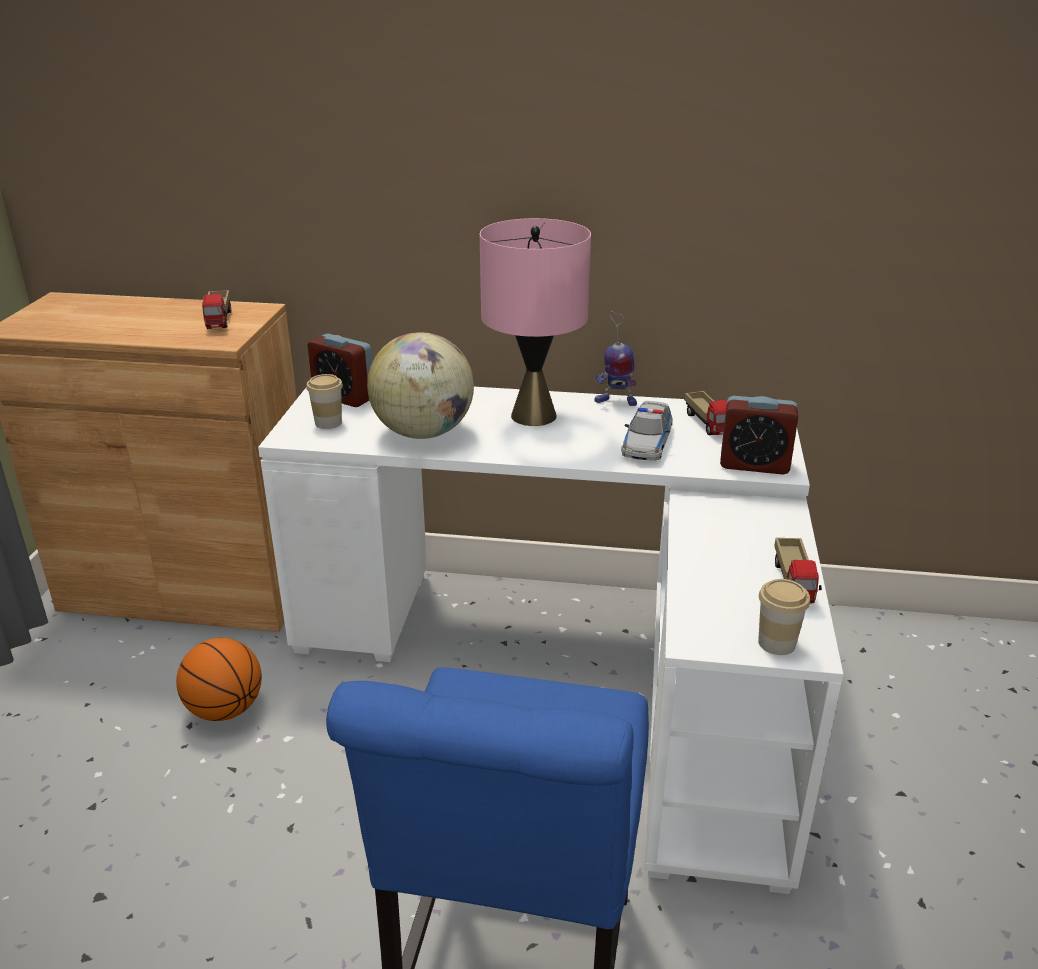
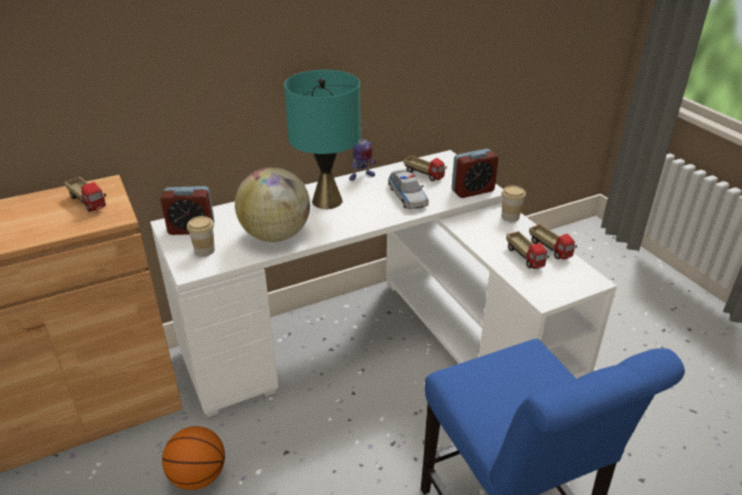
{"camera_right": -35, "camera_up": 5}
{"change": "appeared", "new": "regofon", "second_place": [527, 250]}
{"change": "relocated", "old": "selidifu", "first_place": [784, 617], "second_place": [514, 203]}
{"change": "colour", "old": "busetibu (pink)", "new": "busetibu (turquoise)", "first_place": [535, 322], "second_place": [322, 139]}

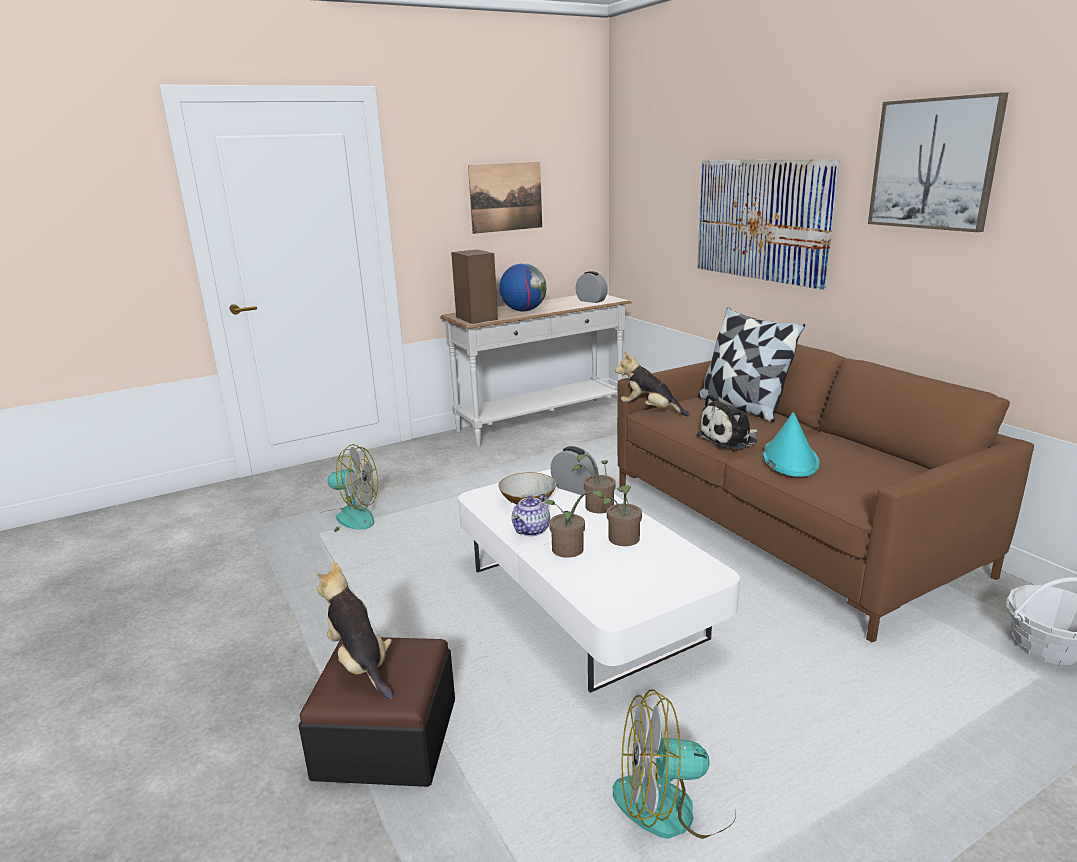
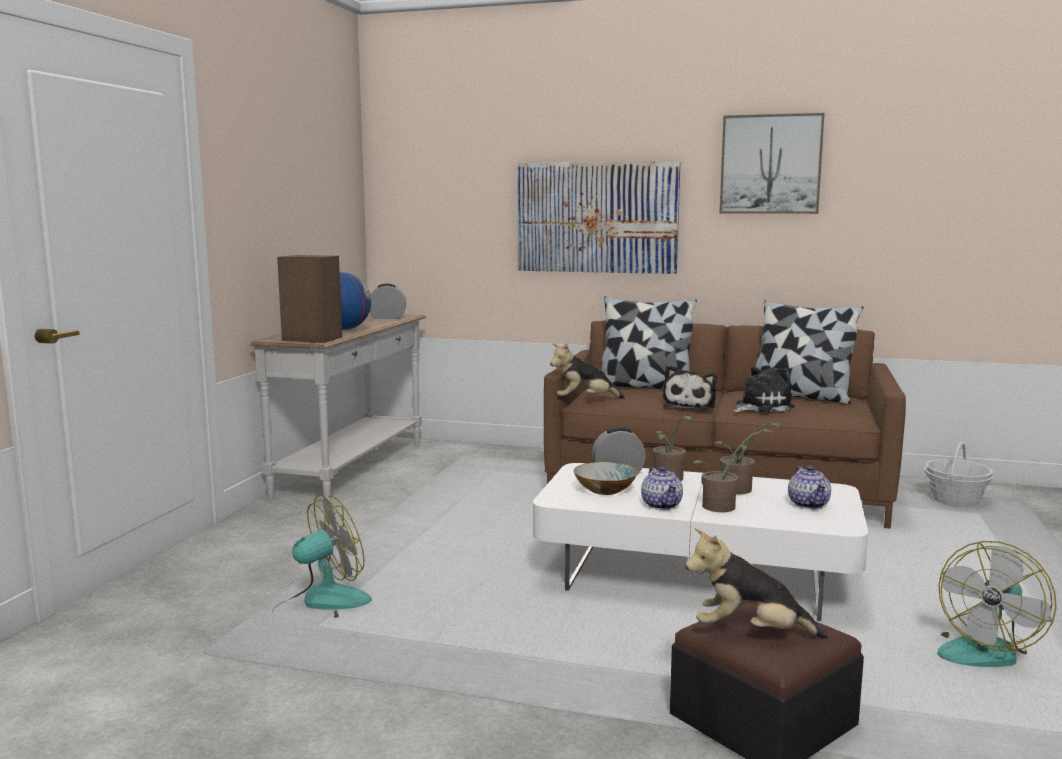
{"camera_right": -45, "camera_up": -10}
{"change": "missing", "old": "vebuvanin", "first_place": [505, 198]}
{"change": "appeared", "new": "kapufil", "second_place": [810, 352]}
{"change": "appeared", "new": "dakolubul", "second_place": [809, 487]}
{"change": "exchanged", "old": "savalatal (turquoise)", "new": "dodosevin", "first_place": [791, 444], "second_place": [764, 389]}

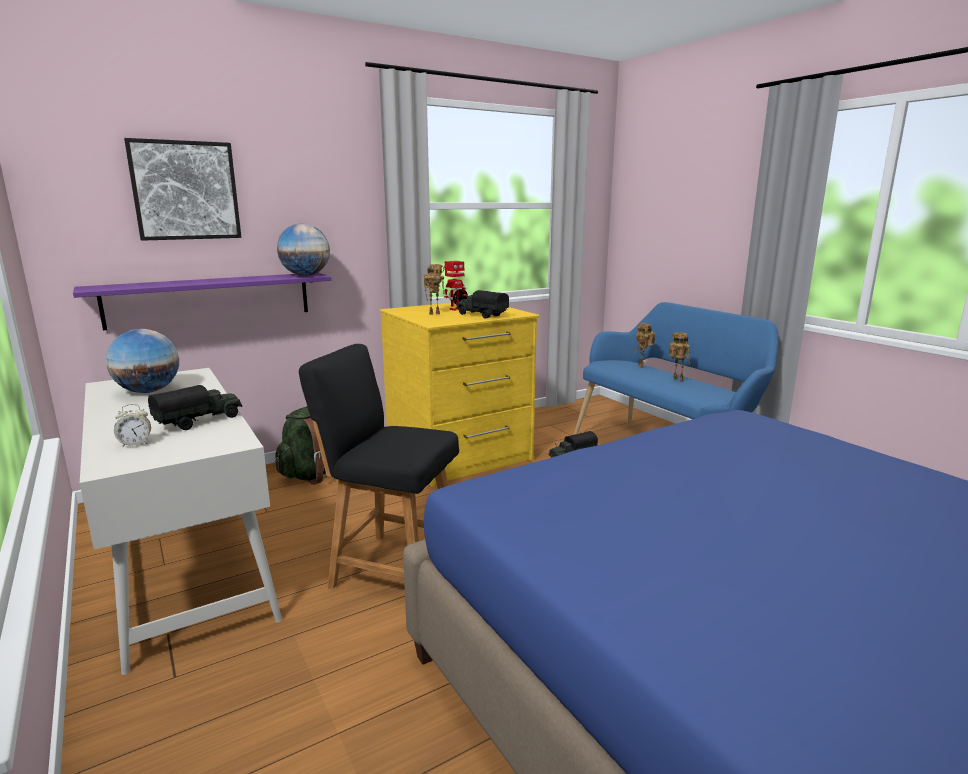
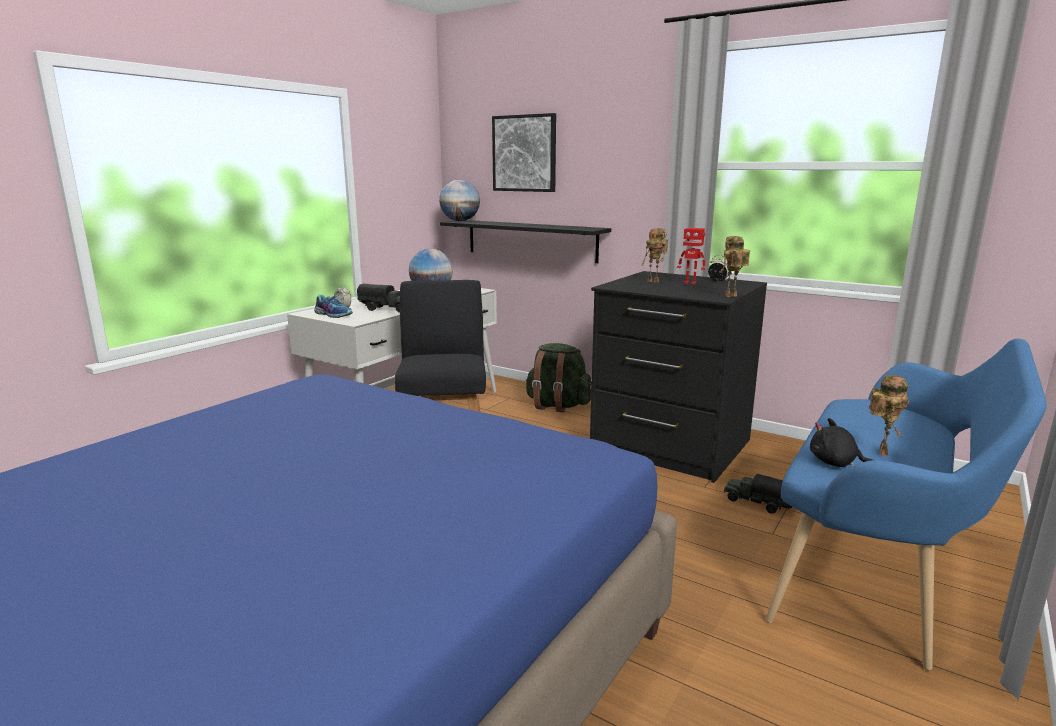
{"camera_right": 65, "camera_up": 0}
{"change": "missing", "old": "regofon", "first_place": [483, 304]}
{"change": "appeared", "new": "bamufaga", "second_place": [333, 305]}
{"change": "appeared", "new": "dodosevin (black)", "second_place": [841, 442]}
{"change": "relocated", "old": "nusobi", "first_place": [303, 249], "second_place": [459, 200]}
{"change": "relocated", "old": "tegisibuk", "first_place": [645, 345], "second_place": [735, 266]}
{"change": "colour", "old": "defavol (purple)", "new": "defavol (black)", "first_place": [202, 301], "second_place": [525, 241]}
{"change": "colour", "old": "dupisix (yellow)", "new": "dupisix (black)", "first_place": [459, 395], "second_place": [678, 377]}

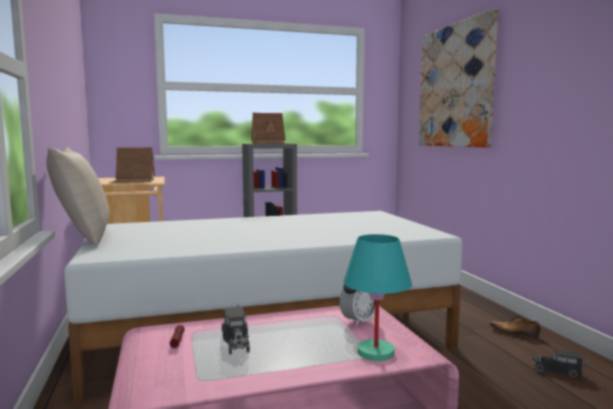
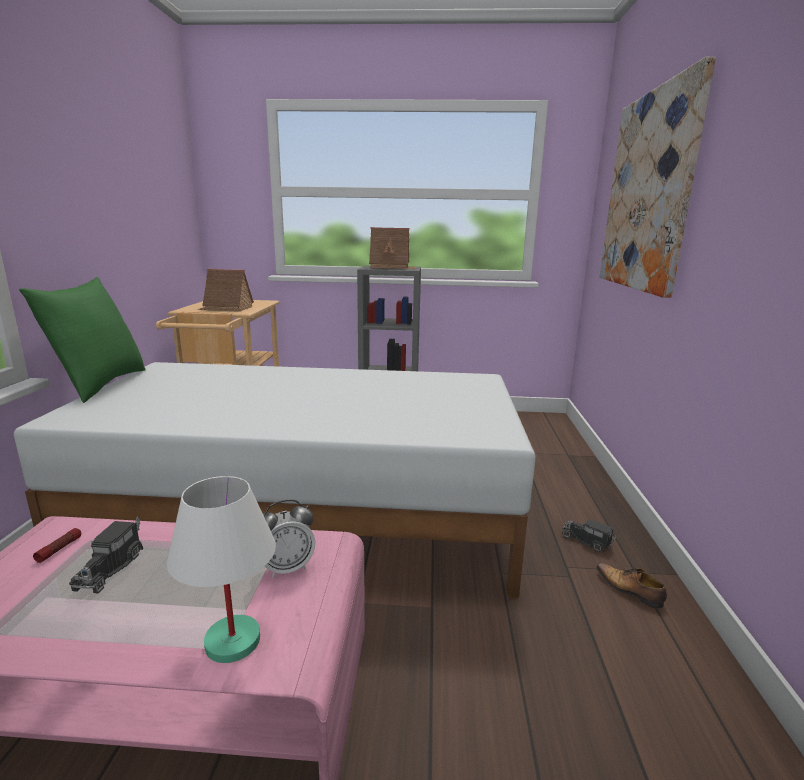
{"camera_right": 20, "camera_up": 10}
{"change": "relocated", "old": "regofon", "first_place": [561, 364], "second_place": [589, 536]}
{"change": "colour", "old": "kapufil (beige)", "new": "kapufil (green)", "first_place": [78, 197], "second_place": [82, 340]}
{"change": "colour", "old": "busetibu (turquoise)", "new": "busetibu (white)", "first_place": [377, 297], "second_place": [221, 569]}

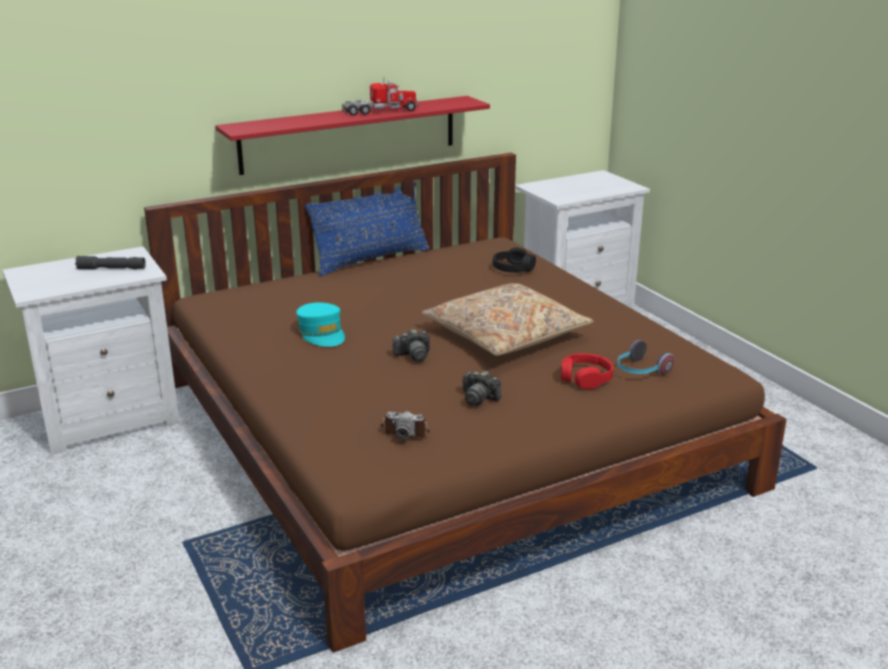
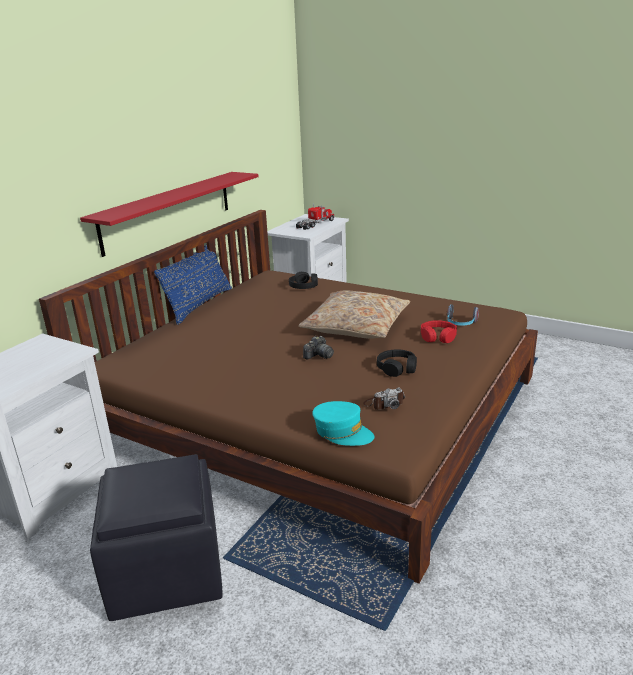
{"camera_right": -30, "camera_up": 0}
{"change": "missing", "old": "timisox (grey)", "first_place": [110, 262]}
{"change": "appeared", "new": "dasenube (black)", "second_place": [156, 537]}
{"change": "relocated", "old": "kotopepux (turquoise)", "first_place": [320, 325], "second_place": [343, 423]}
{"change": "relocated", "old": "regofon", "first_place": [380, 97], "second_place": [315, 217]}
{"change": "exchanged", "old": "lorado", "new": "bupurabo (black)", "first_place": [481, 388], "second_place": [397, 363]}

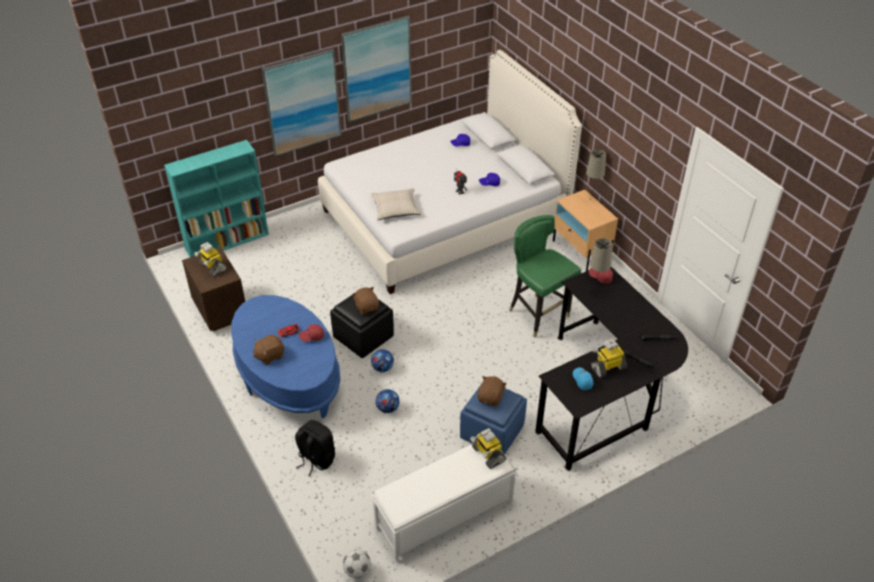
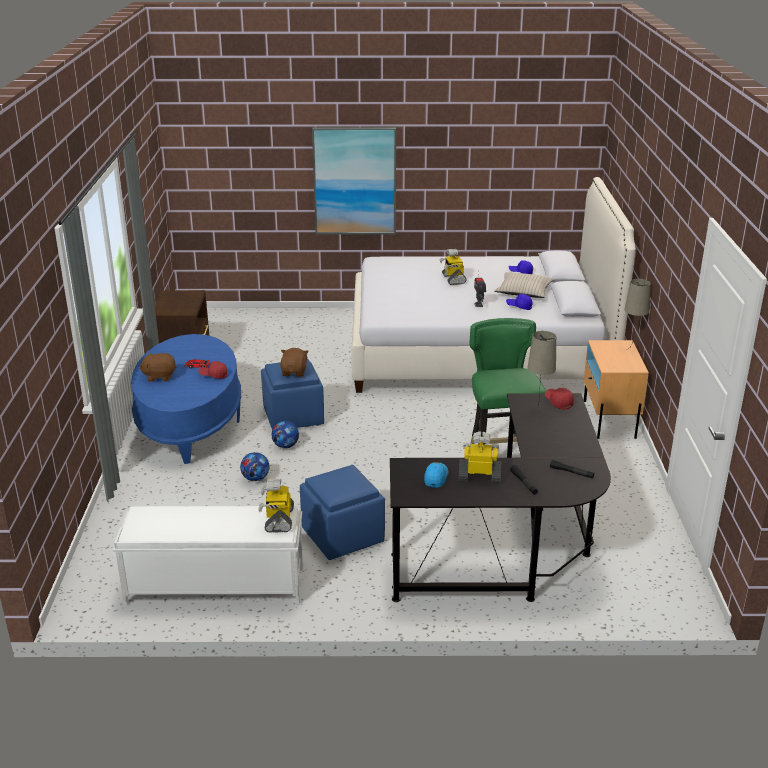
{"camera_right": 30, "camera_up": -15}
{"change": "missing", "old": "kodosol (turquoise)", "first_place": [216, 198]}
{"change": "missing", "old": "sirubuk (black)", "first_place": [315, 448]}
{"change": "missing", "old": "vebuvanin", "first_place": [376, 69]}
{"change": "missing", "old": "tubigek", "first_place": [357, 563]}
{"change": "missing", "old": "dodosevin (brown)", "first_place": [492, 391]}
{"change": "relocated", "old": "tegisibuk", "first_place": [210, 259], "second_place": [453, 267]}
{"change": "relocated", "old": "kapufil (beige)", "first_place": [396, 204], "second_place": [524, 285]}
{"change": "colour", "old": "dasenube (black)", "new": "dasenube (blue)", "first_place": [362, 326], "second_place": [292, 394]}

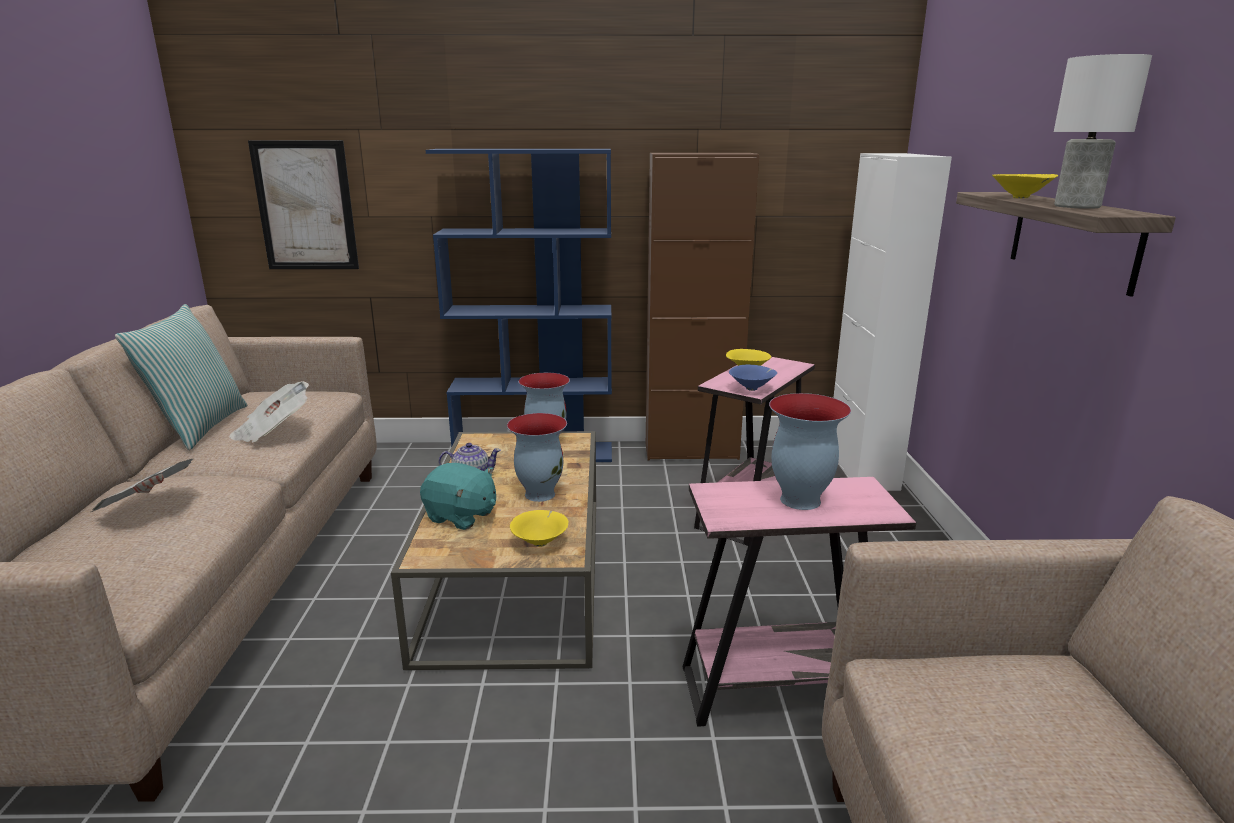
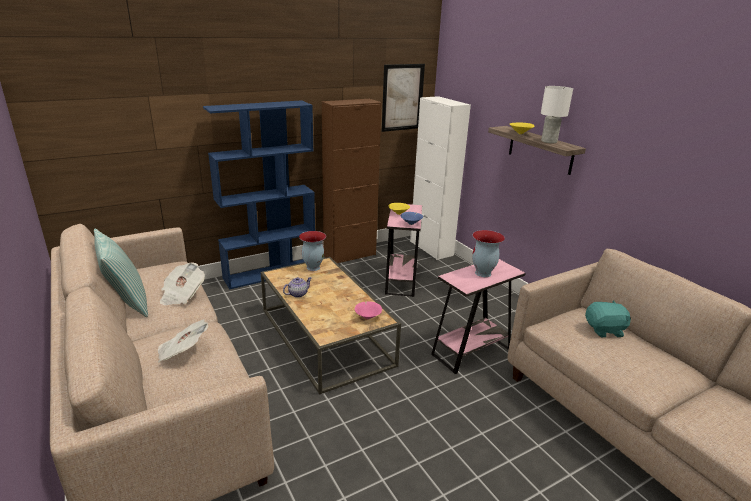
{"camera_right": -30, "camera_up": 5}
{"change": "missing", "old": "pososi", "first_place": [537, 457]}
{"change": "relocated", "old": "vebuvanin", "first_place": [303, 204], "second_place": [403, 98]}
{"change": "relocated", "old": "dodosevin (turquoise)", "first_place": [458, 496], "second_place": [608, 318]}
{"change": "colour", "old": "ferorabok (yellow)", "new": "ferorabok (pink)", "first_place": [539, 528], "second_place": [368, 310]}

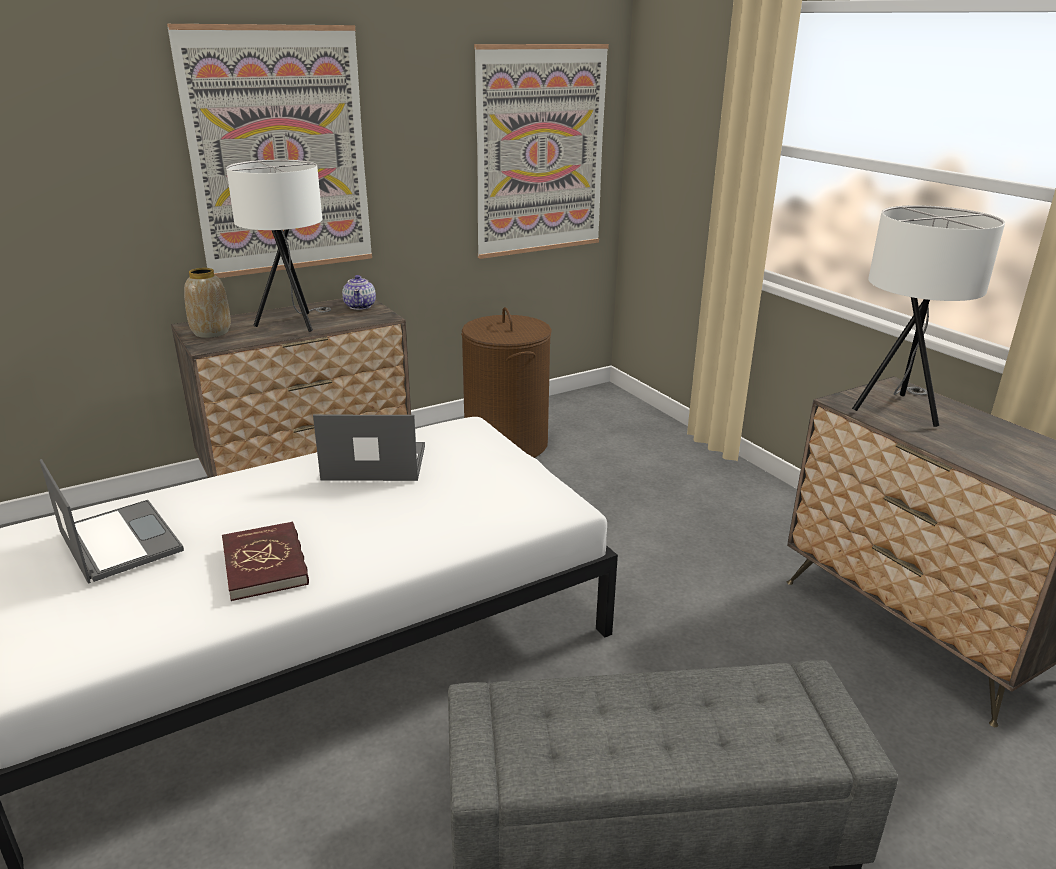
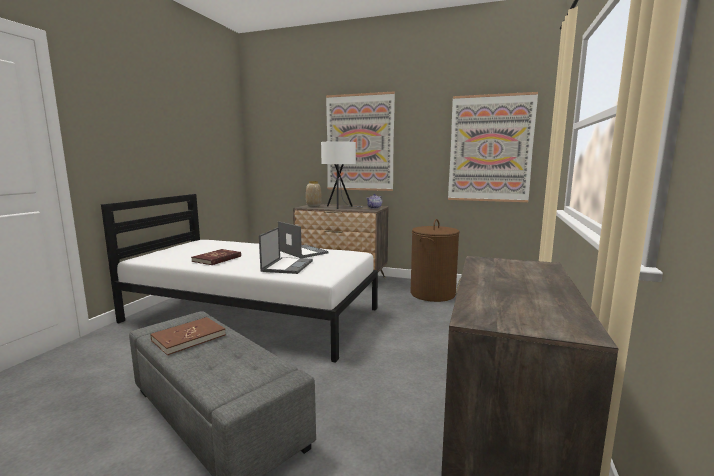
{"camera_right": 50, "camera_up": -15}
{"change": "missing", "old": "busetibu (white)", "first_place": [928, 316]}
{"change": "appeared", "new": "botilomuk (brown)", "second_place": [188, 336]}
{"change": "relocated", "old": "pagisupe", "first_place": [112, 521], "second_place": [286, 250]}

